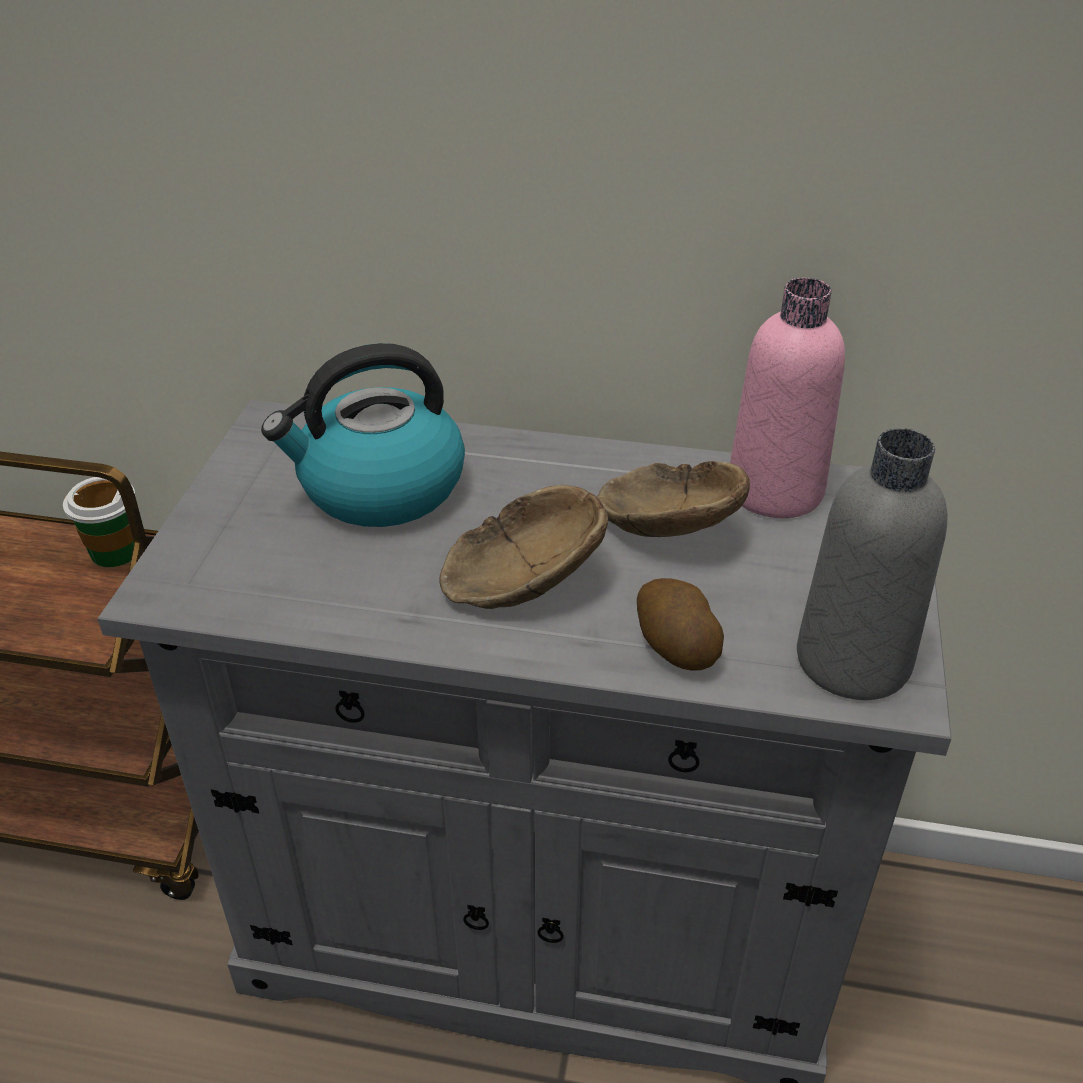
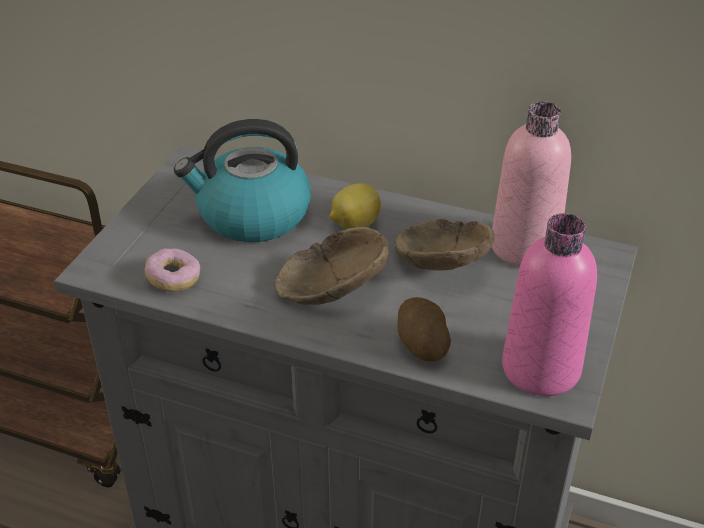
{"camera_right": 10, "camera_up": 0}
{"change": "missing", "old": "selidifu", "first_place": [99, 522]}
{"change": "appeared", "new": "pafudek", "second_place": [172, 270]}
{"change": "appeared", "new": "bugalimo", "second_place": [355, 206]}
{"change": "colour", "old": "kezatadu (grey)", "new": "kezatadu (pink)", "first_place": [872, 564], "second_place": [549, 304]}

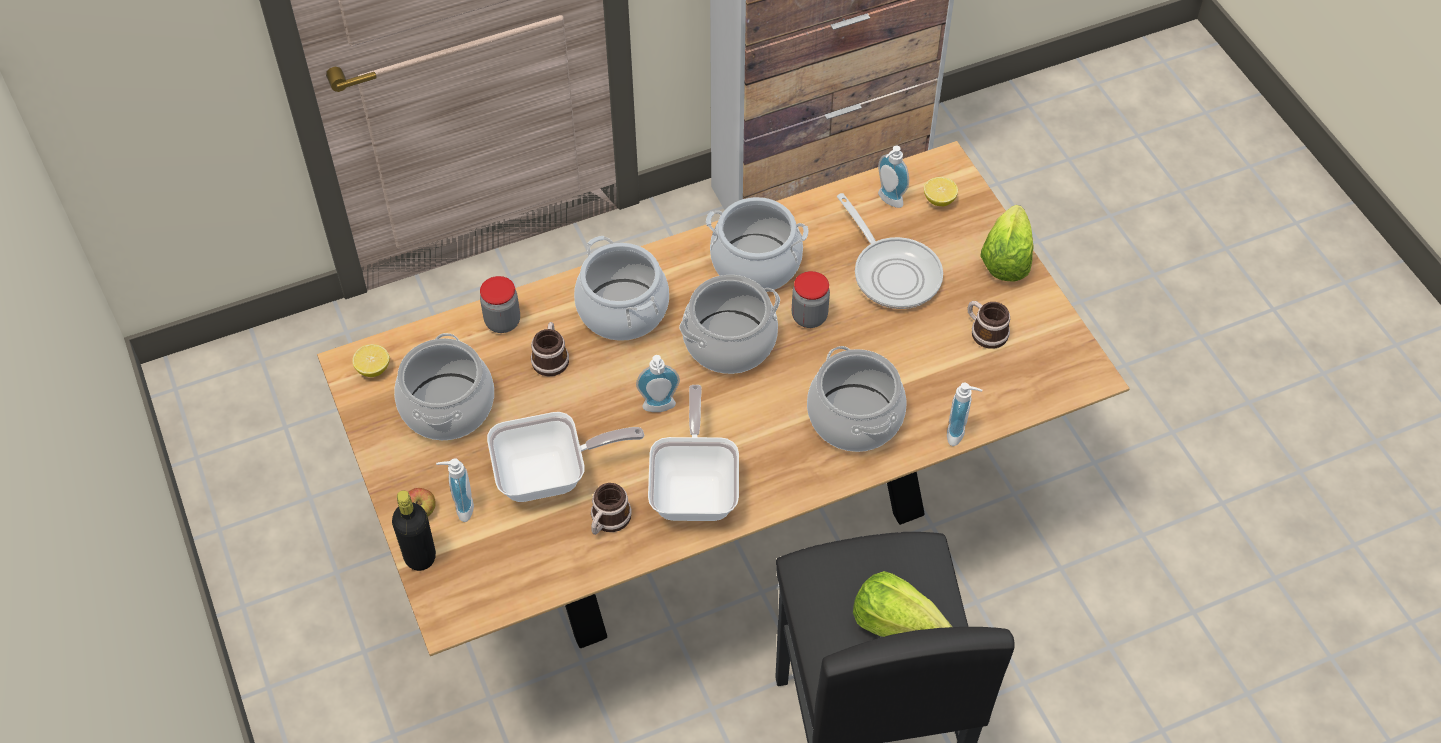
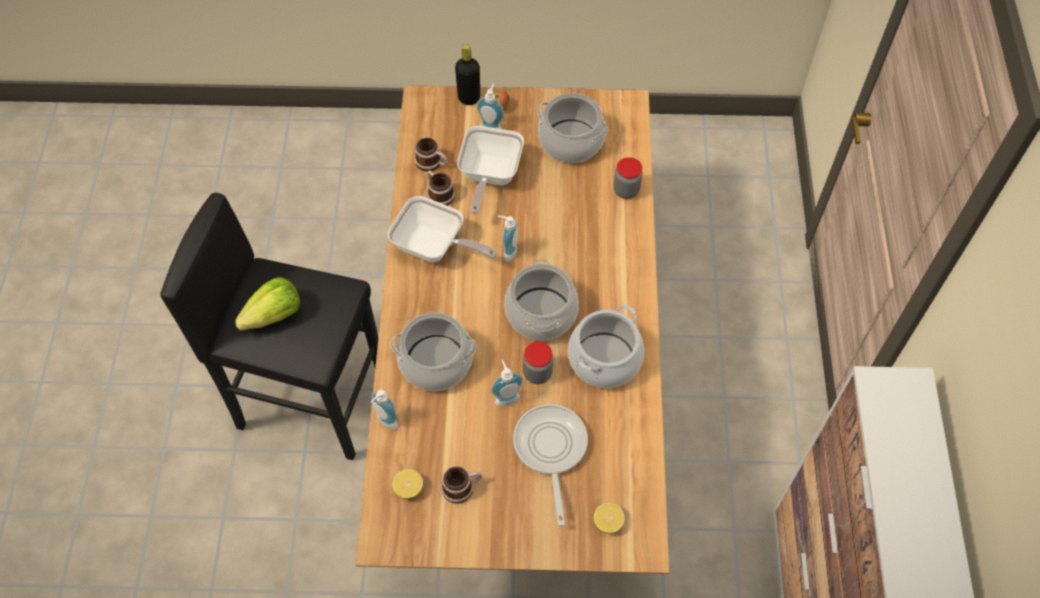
{"camera_right": 115, "camera_up": 5}
{"change": "missing", "old": "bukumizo", "first_place": [621, 288]}
{"change": "missing", "old": "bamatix", "first_place": [1007, 243]}
{"change": "relocated", "old": "bugalimo", "first_place": [371, 360], "second_place": [407, 484]}
{"change": "relocated", "old": "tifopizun", "first_place": [550, 349], "second_place": [431, 154]}
{"change": "relocated", "old": "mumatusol", "first_place": [893, 176], "second_place": [507, 382]}
{"change": "spun", "old": "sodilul", "first_place": [890, 251], "second_place": [550, 465], "degrees": 90}

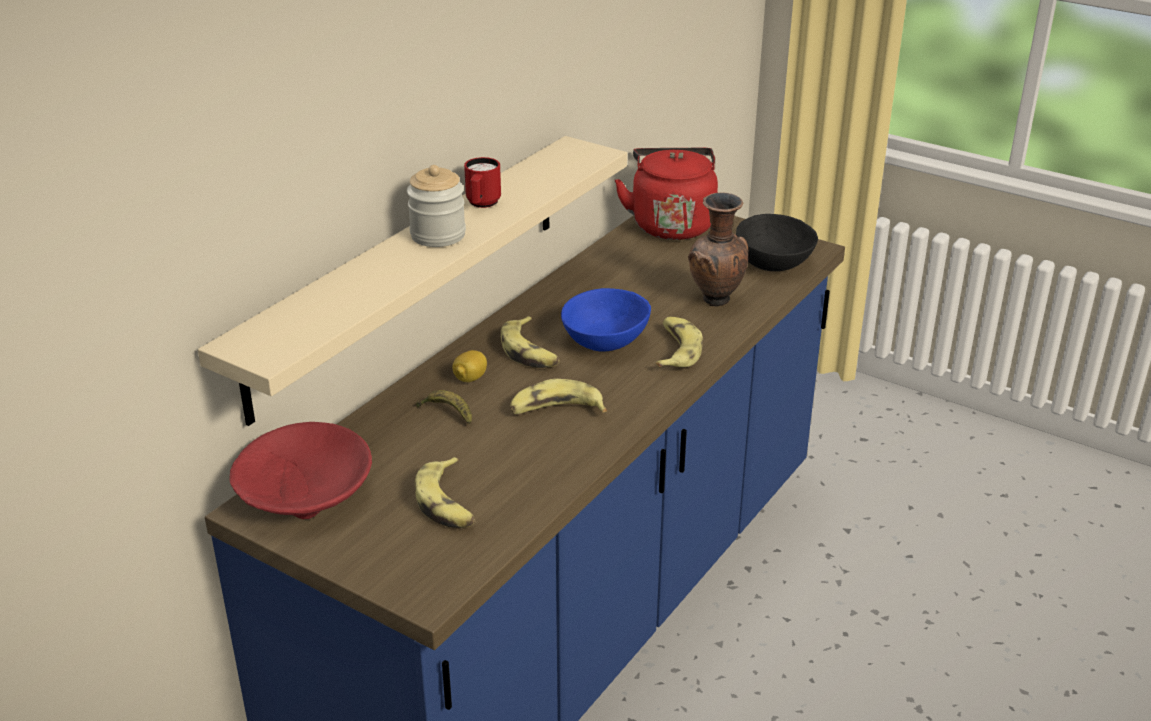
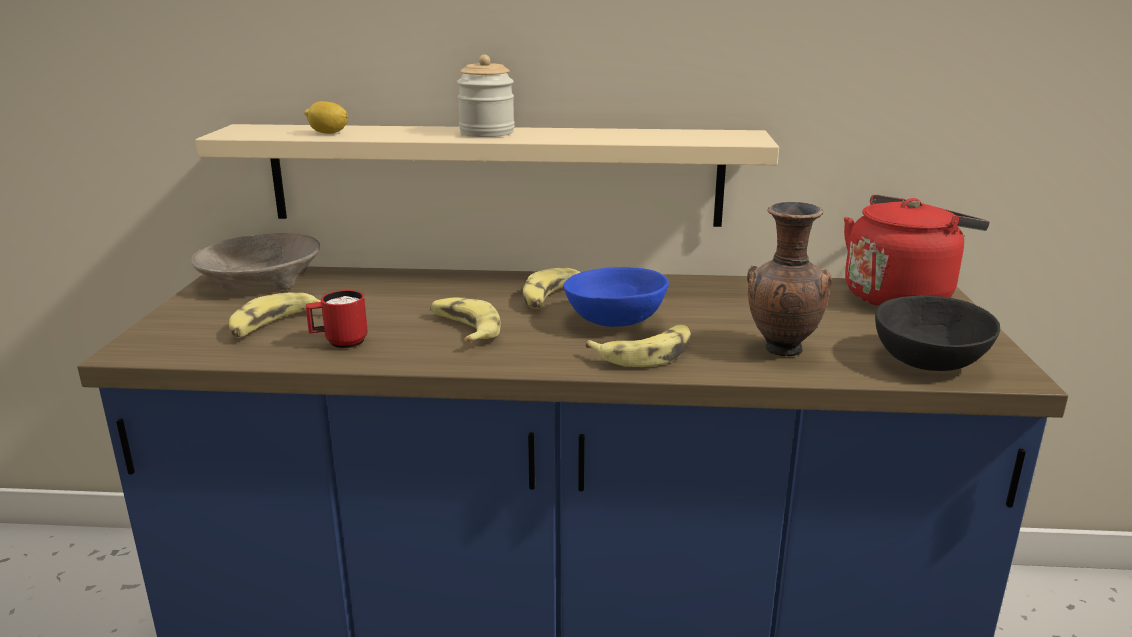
{"camera_right": 60, "camera_up": -10}
{"change": "missing", "old": "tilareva", "first_place": [443, 407]}
{"change": "relocated", "old": "bugalimo", "first_place": [469, 366], "second_place": [326, 117]}
{"change": "relocated", "old": "tifopizun (red)", "first_place": [482, 182], "second_place": [336, 319]}
{"change": "colour", "old": "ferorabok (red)", "new": "ferorabok (beige)", "first_place": [300, 470], "second_place": [255, 261]}

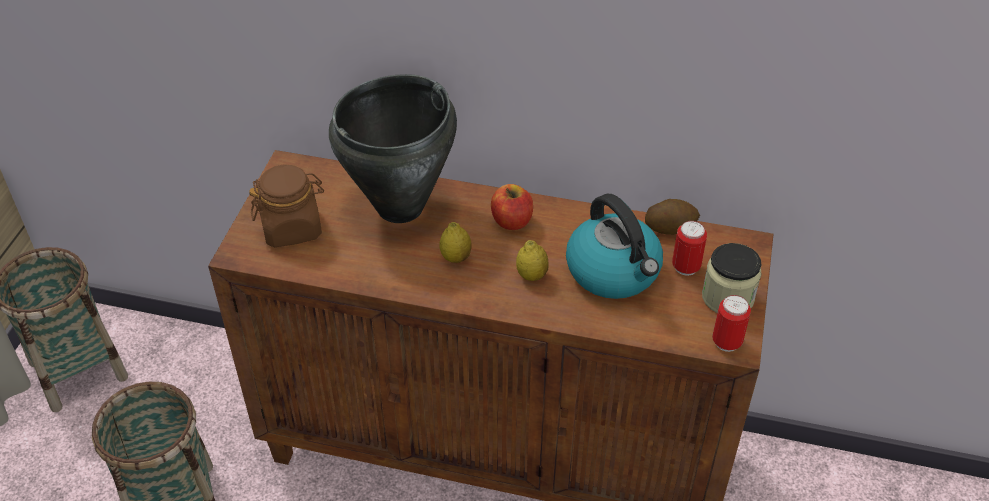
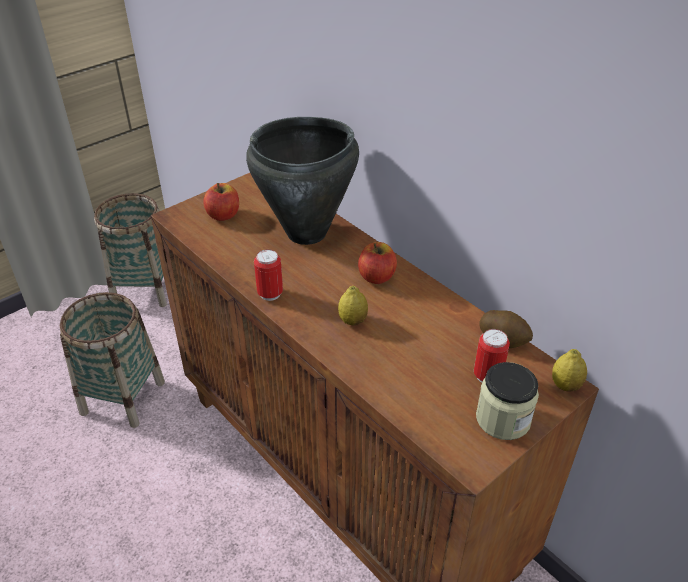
{"camera_right": 35, "camera_up": -5}
{"change": "missing", "old": "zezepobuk", "first_place": [614, 246]}
{"change": "relocated", "old": "bugalimo", "first_place": [455, 242], "second_place": [569, 370]}
{"change": "relocated", "old": "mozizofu", "first_place": [731, 323], "second_place": [268, 275]}
{"change": "exchanged", "old": "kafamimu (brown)", "new": "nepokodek", "first_place": [286, 206], "second_place": [221, 202]}

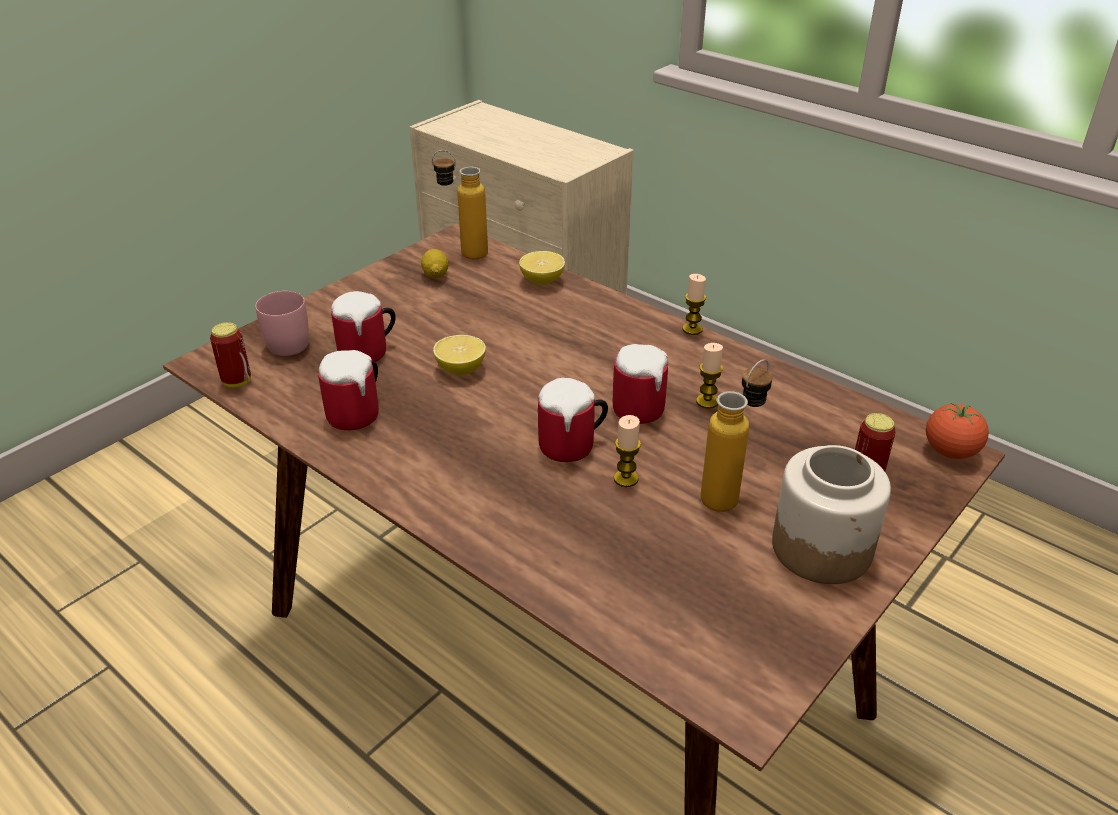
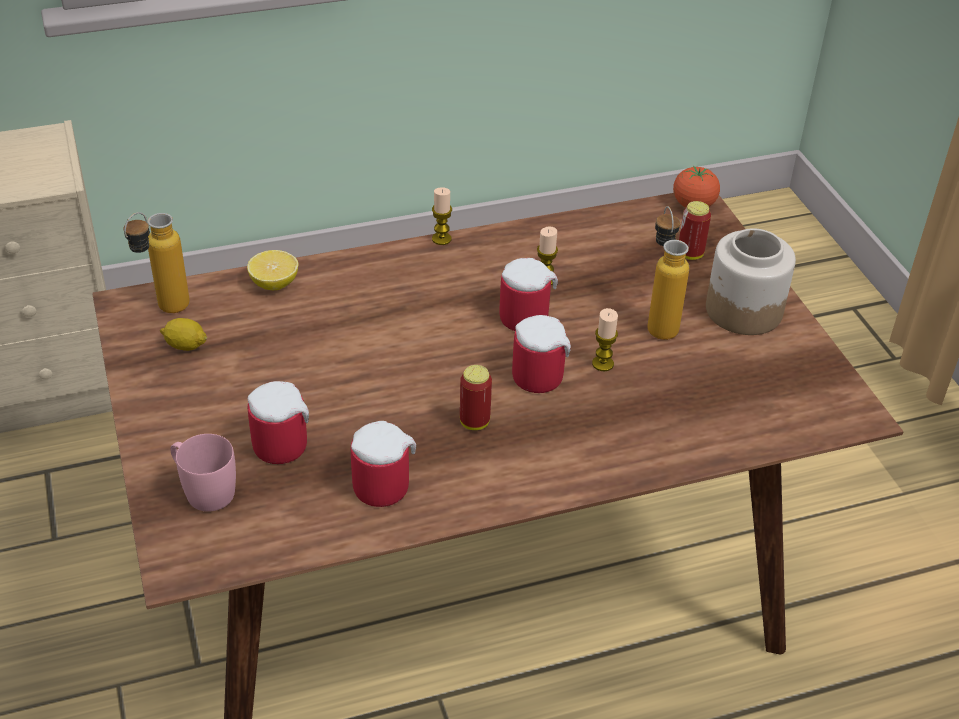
{"camera_right": -60, "camera_up": 5}
{"change": "missing", "old": "bugalimo", "first_place": [459, 355]}
{"change": "relocated", "old": "mozizofu", "first_place": [230, 355], "second_place": [476, 397]}

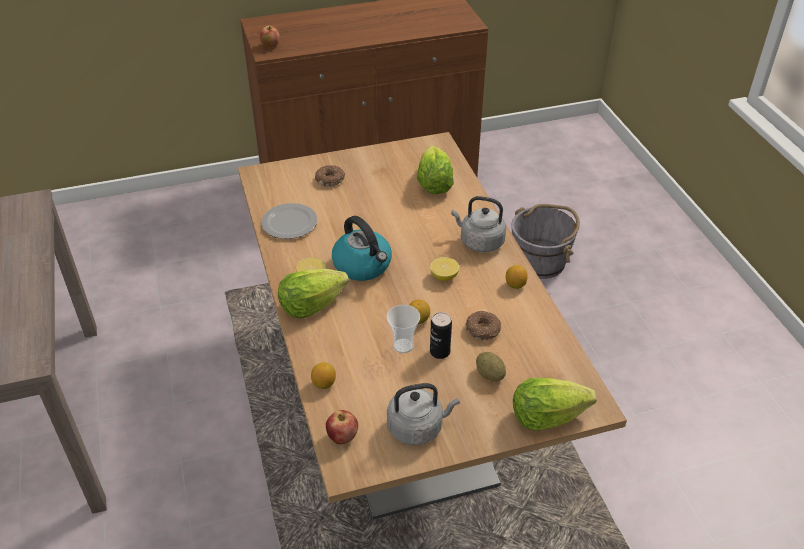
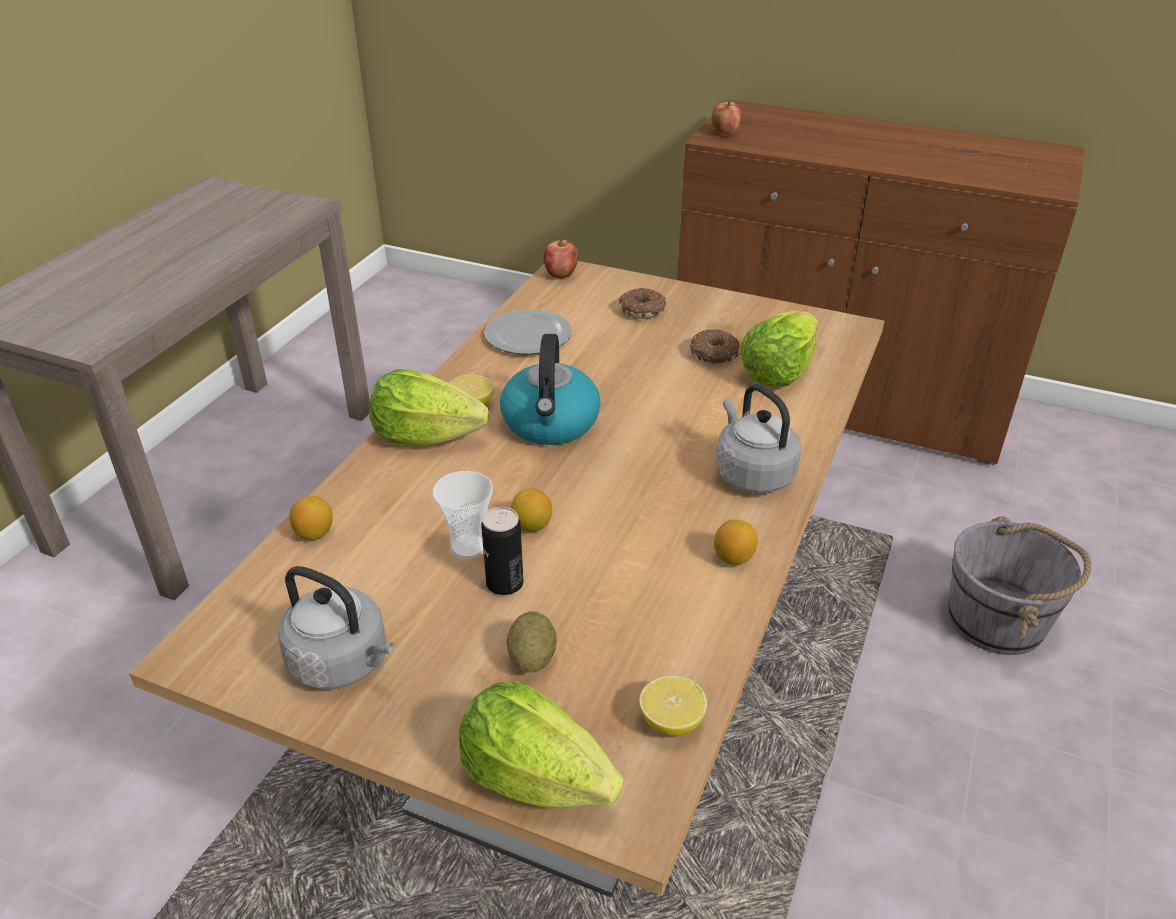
{"camera_right": 40, "camera_up": -5}
{"change": "relocated", "old": "nepokodek", "first_place": [342, 427], "second_place": [560, 259]}
{"change": "relocated", "old": "bugalimo", "first_place": [444, 269], "second_place": [673, 705]}
{"change": "relocated", "old": "pafudek", "first_place": [483, 325], "second_place": [714, 346]}

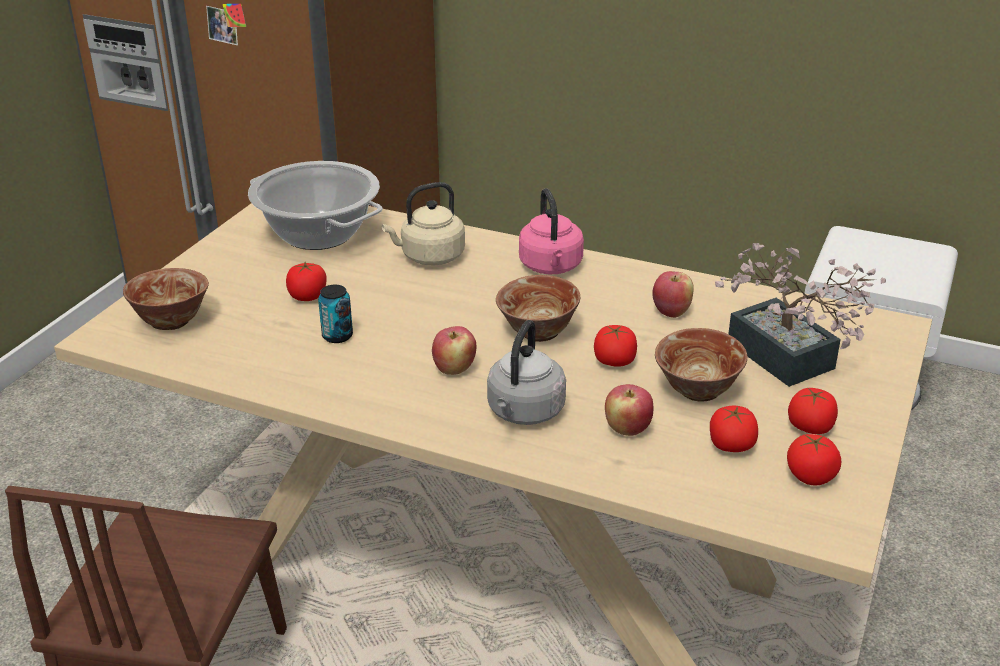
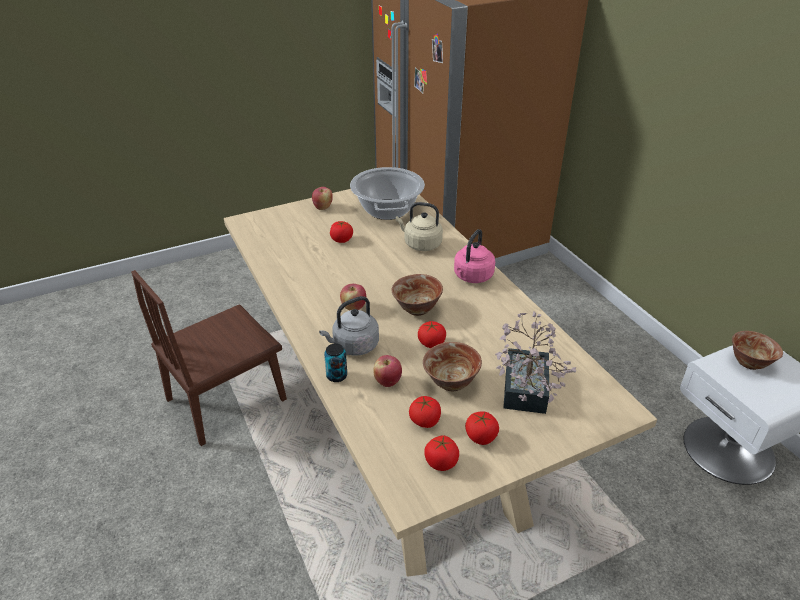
{"camera_right": 40, "camera_up": 5}
{"change": "relocated", "old": "ferorabok", "first_place": [166, 299], "second_place": [757, 350]}
{"change": "relocated", "old": "mozizofu", "first_place": [335, 314], "second_place": [335, 363]}
{"change": "relocated", "old": "nepokodek", "first_place": [673, 294], "second_place": [322, 198]}

